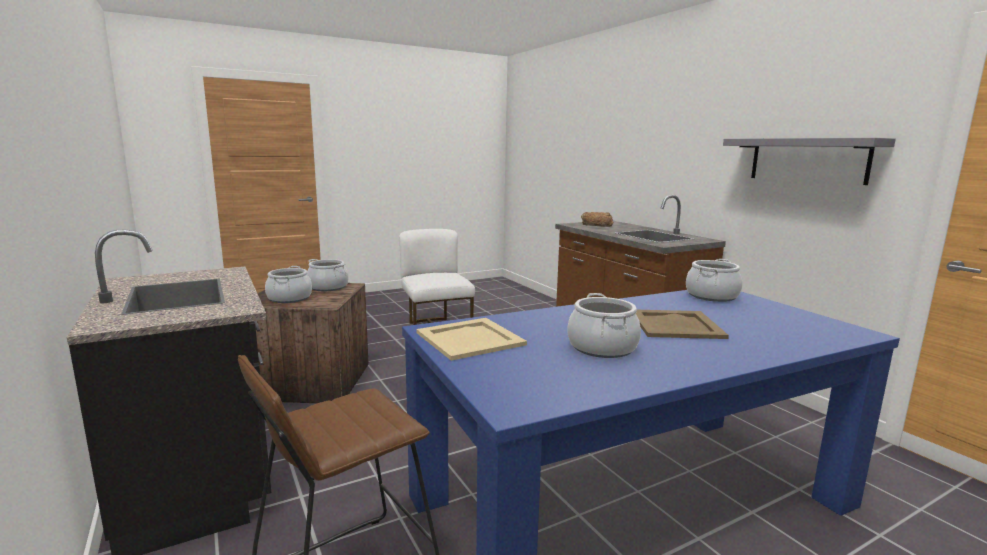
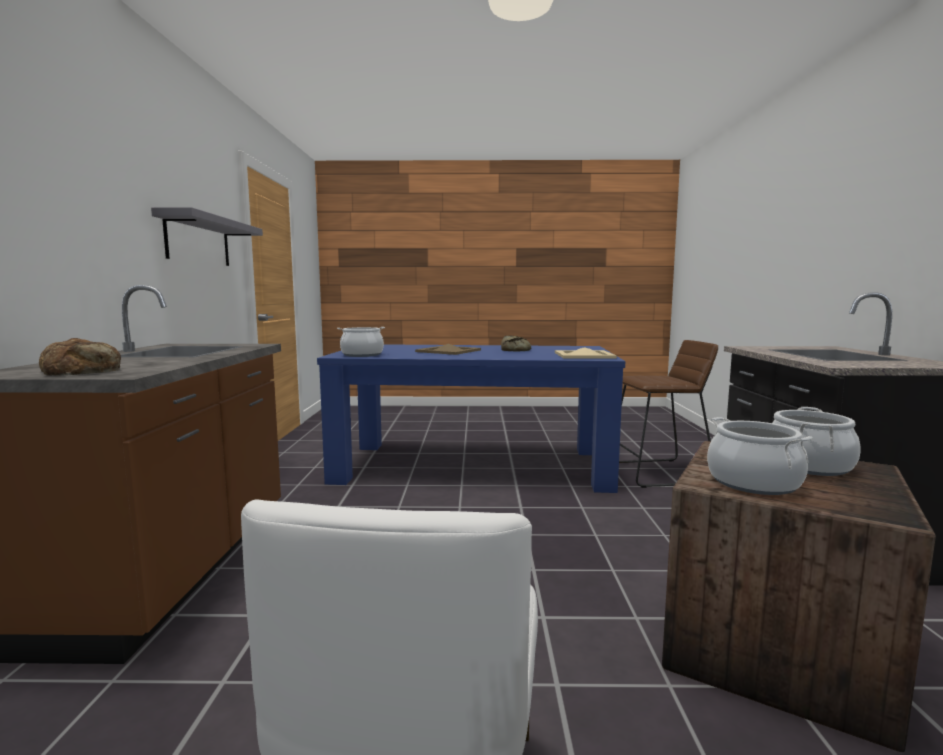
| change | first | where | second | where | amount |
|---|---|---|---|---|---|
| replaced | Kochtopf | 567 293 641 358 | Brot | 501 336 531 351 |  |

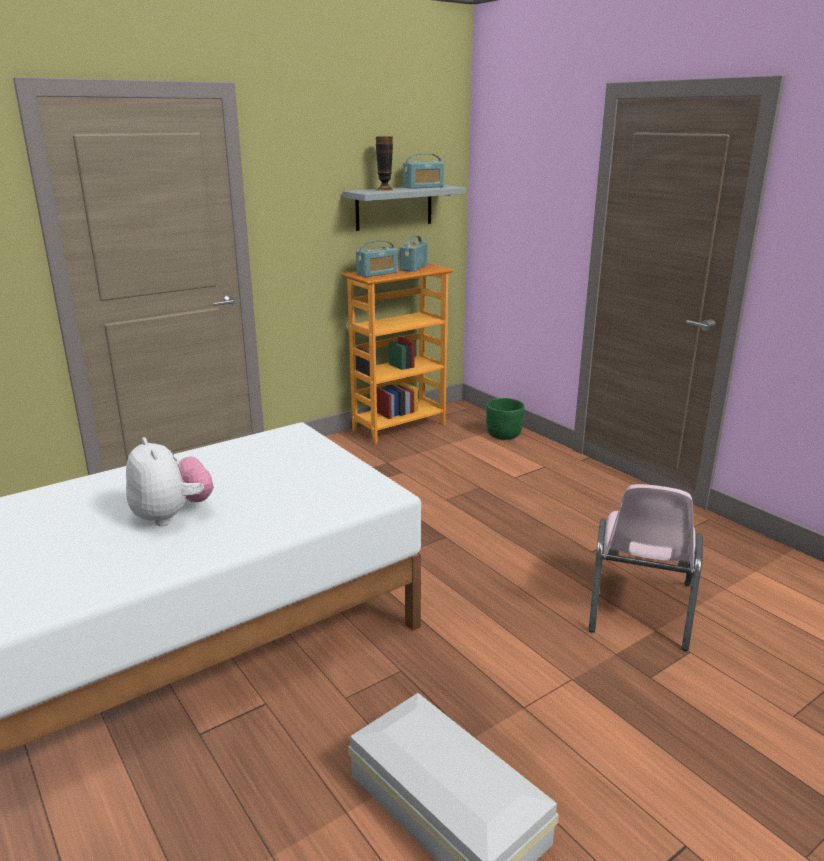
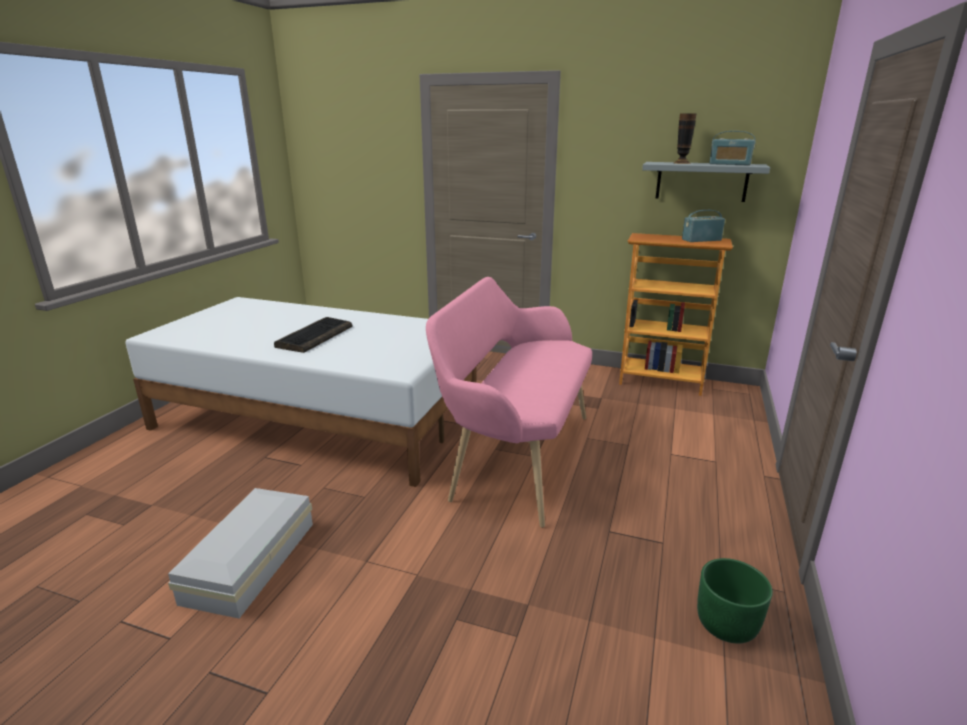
| change | first | where | second | where | amount |
|---|---|---|---|---|---|
| replaced | Plüschtier | 126 437 214 526 | Tastatur | 274 317 352 353 |  |
| added |  |  | Bank [rosa] | 426 277 592 528 |  |
| moved | Pflanzkübel [grün] | 486 398 525 440 |  | 697 558 773 644 |  |
| removed | Radio | 356 240 398 277 |  |  |  |
| removed | Stuhl [rosa] | 588 484 703 651 |  |  |  |

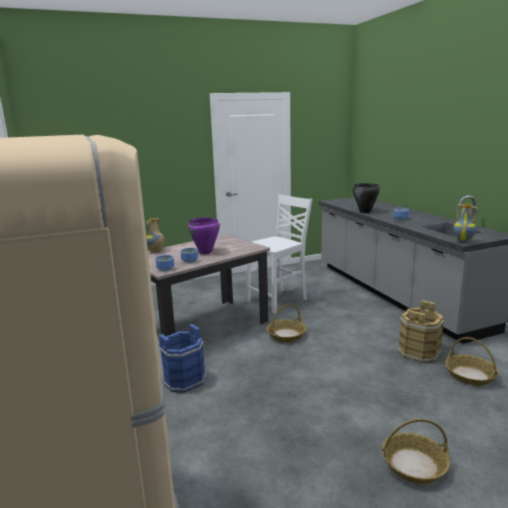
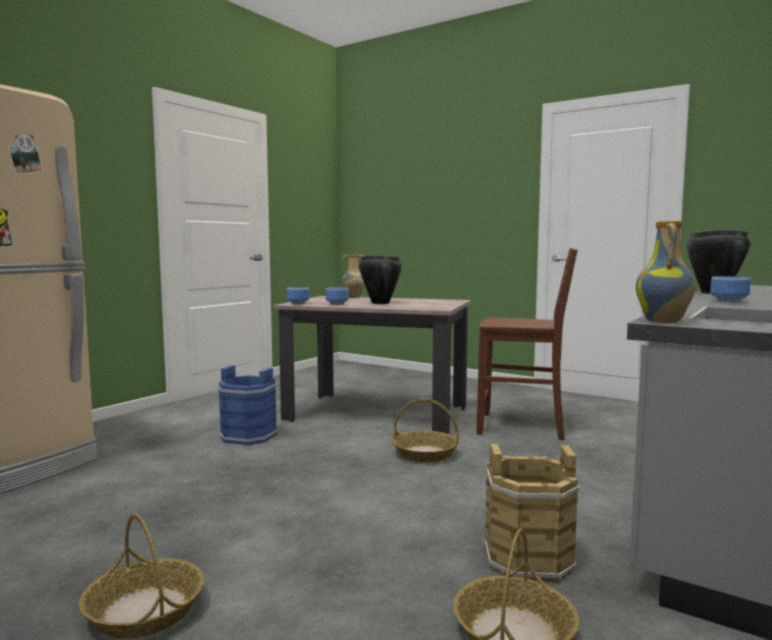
| change | first | where | second | where | amount |
|---|---|---|---|---|---|
| recoloured | Kochtopf [lila] | 188 217 220 254 | Kochtopf [schwarz] | 359 256 402 304 |  |
| recoloured | Stuhl [weiß] | 245 194 312 314 | Stuhl [braun] | 477 248 578 440 |  |

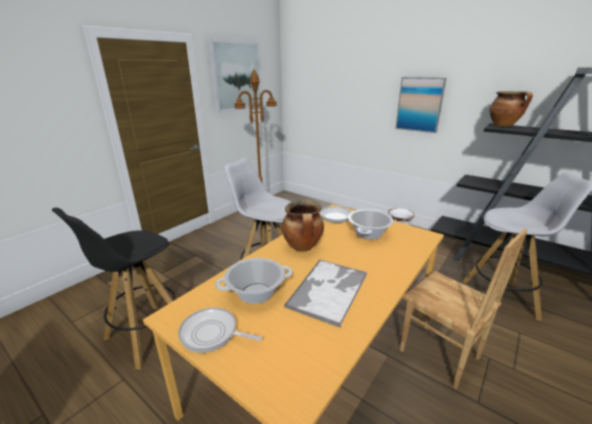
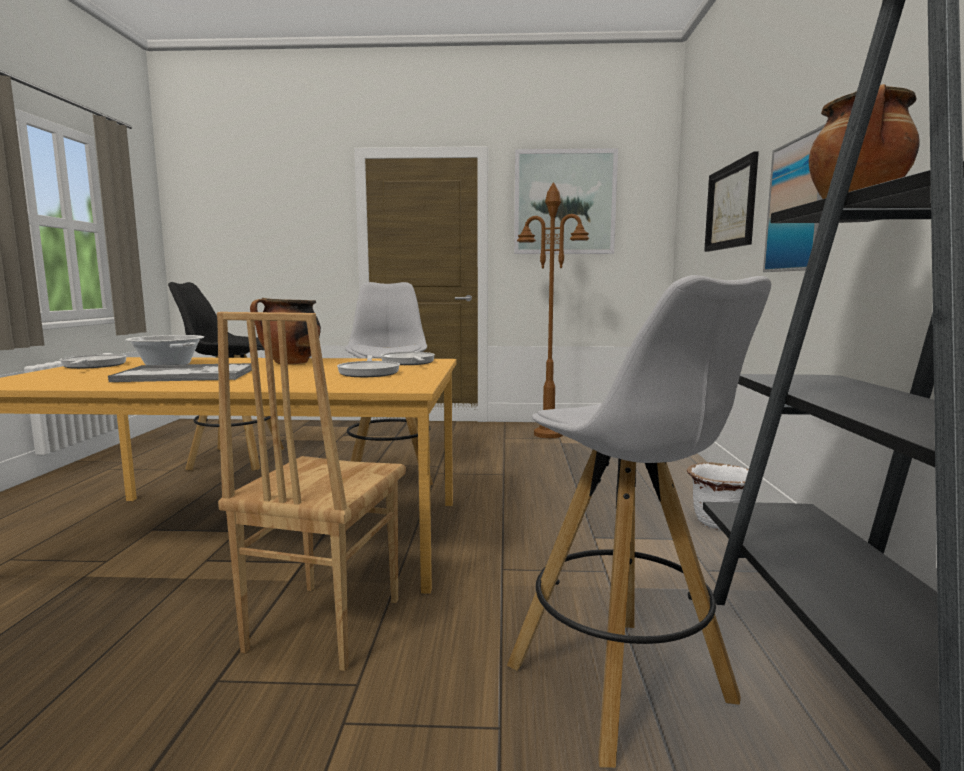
| change | first | where | second | where | amount |
|---|---|---|---|---|---|
| replaced | Kochtopf | 348 209 394 239 | Pfanne | 337 355 400 377 |  |
| added |  |  | Bild | 704 151 759 252 |  |

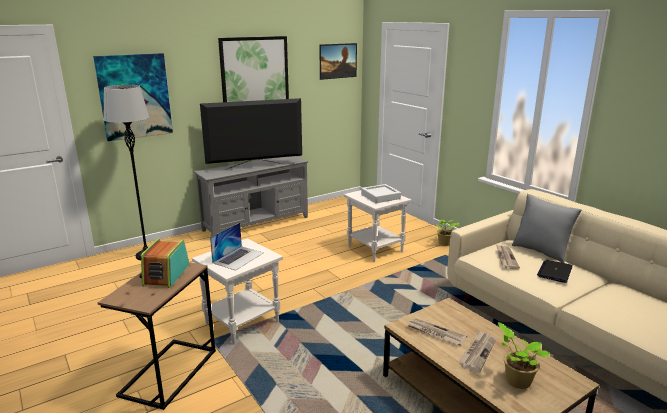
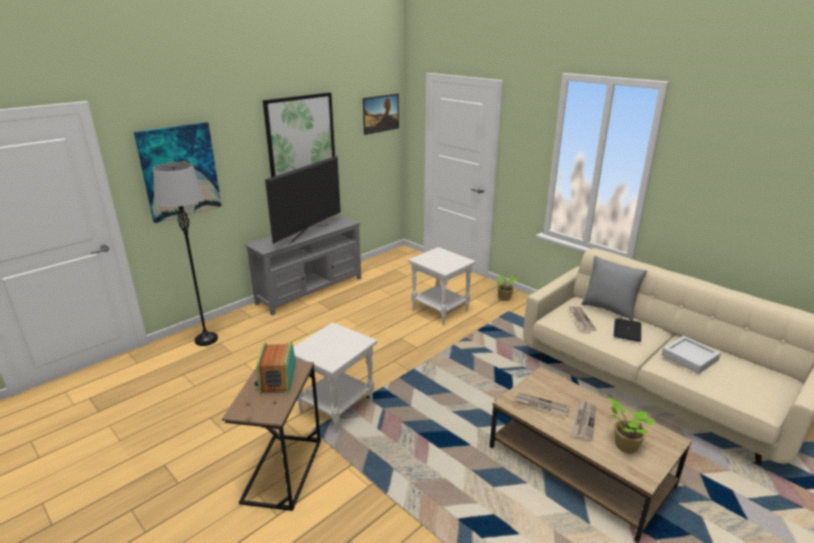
| change | first | where | second | where | amount |
|---|---|---|---|---|---|
| turned | Fernseher | 200 98 302 170 |  | 265 156 341 245 | 150 degrees clockwise |
| moved | Tablett [grau] | 361 184 401 203 |  | 661 336 721 374 |  |
| removed | Laptop | 210 223 263 271 |  |  |  |

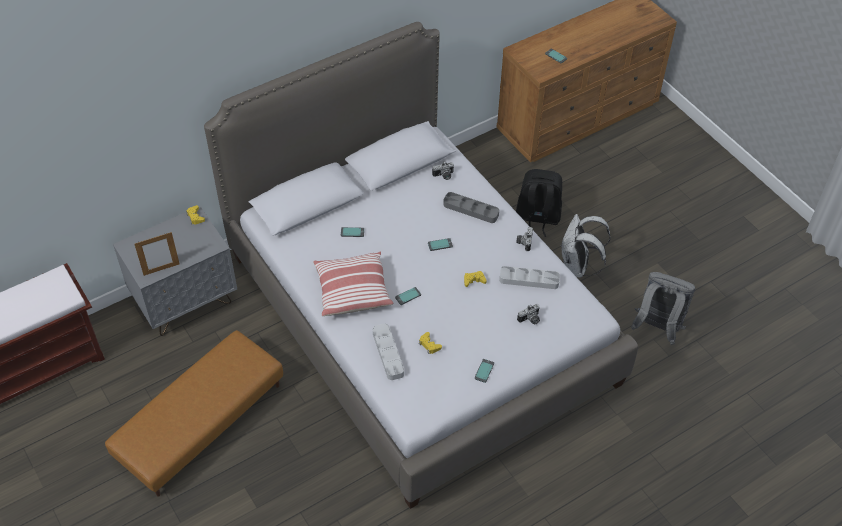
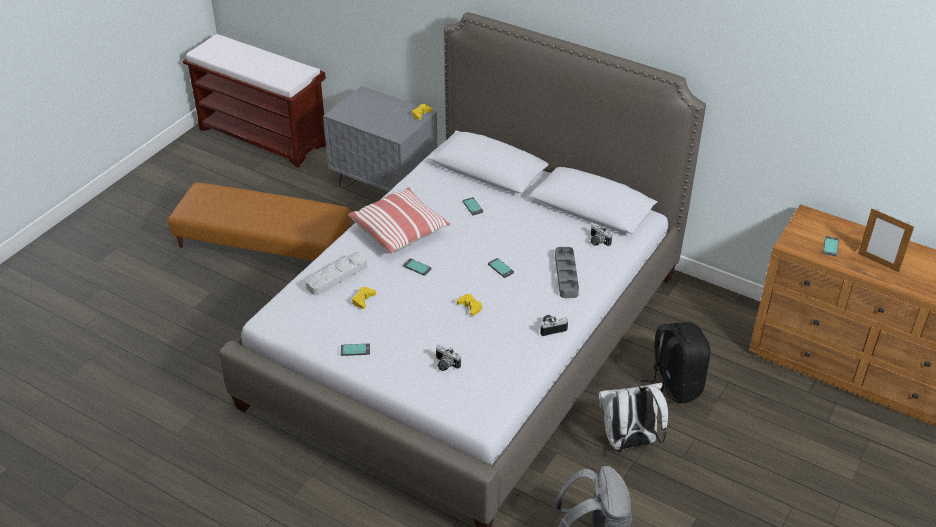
| change | first | where | second | where | amount |
|---|---|---|---|---|---|
| moved | Bilderrahmen | 135 232 180 276 |  | 858 208 914 272 |  |
| removed | Tablett [grau] | 499 266 560 289 |  |  |  |

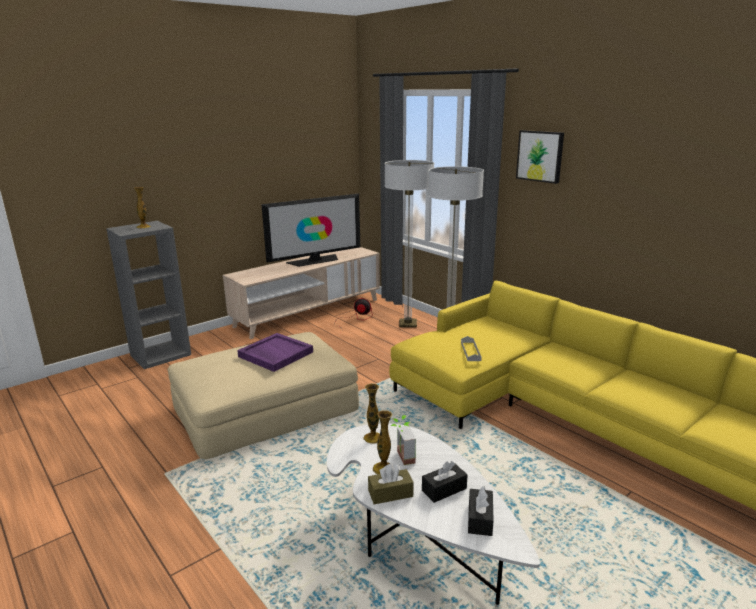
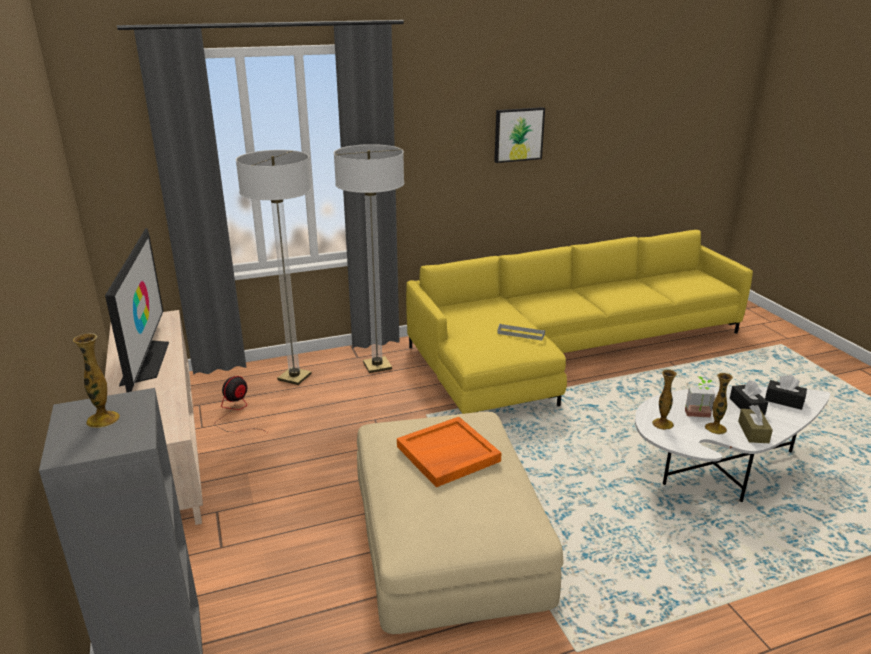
| change | first | where | second | where | amount |
|---|---|---|---|---|---|
| recoloured | Tablett [lila] | 237 333 313 372 | Tablett [orange] | 397 417 501 487 |  |
| moved | Bild | 516 130 564 184 |  | 494 107 545 163 |  |

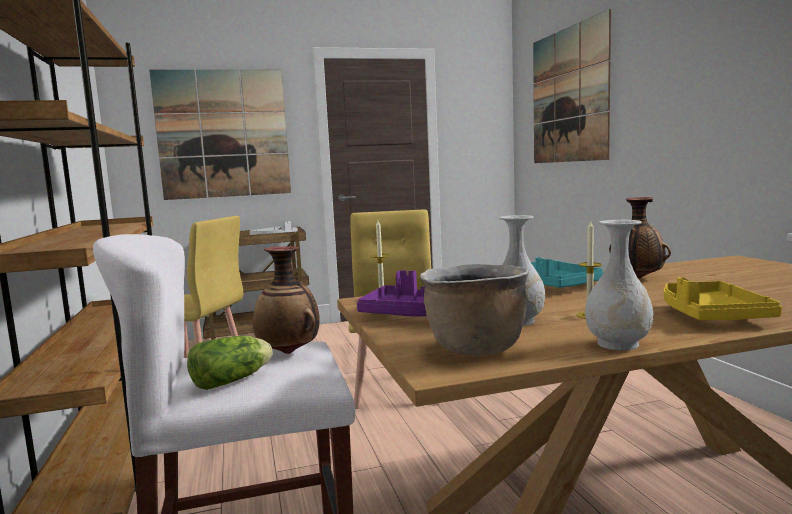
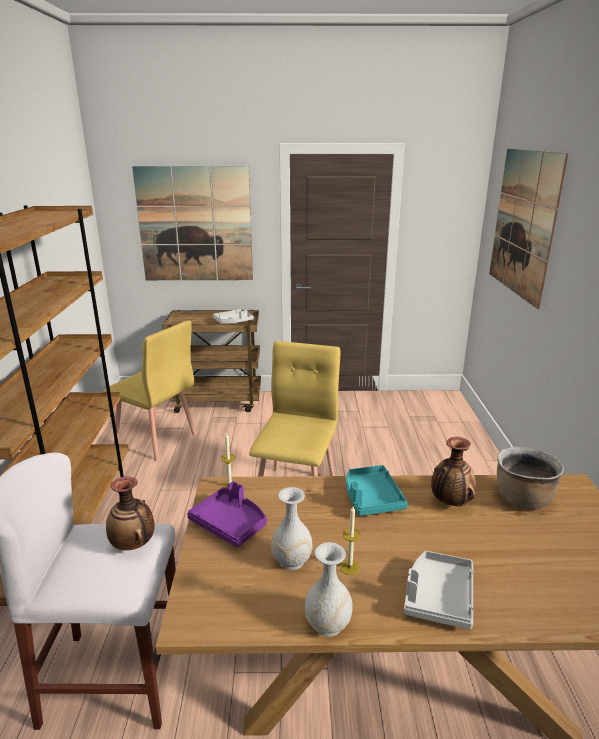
| change | first | where | second | where | amount |
|---|---|---|---|---|---|
| recoloured | Tablett [gelb] | 664 277 782 320 | Tablett [grau] | 404 551 473 629 |  |
| moved | Kochtopf [braun] | 420 264 529 356 |  | 497 447 564 510 |  |
| removed | Salatkopf | 187 336 273 390 |  |  |  |

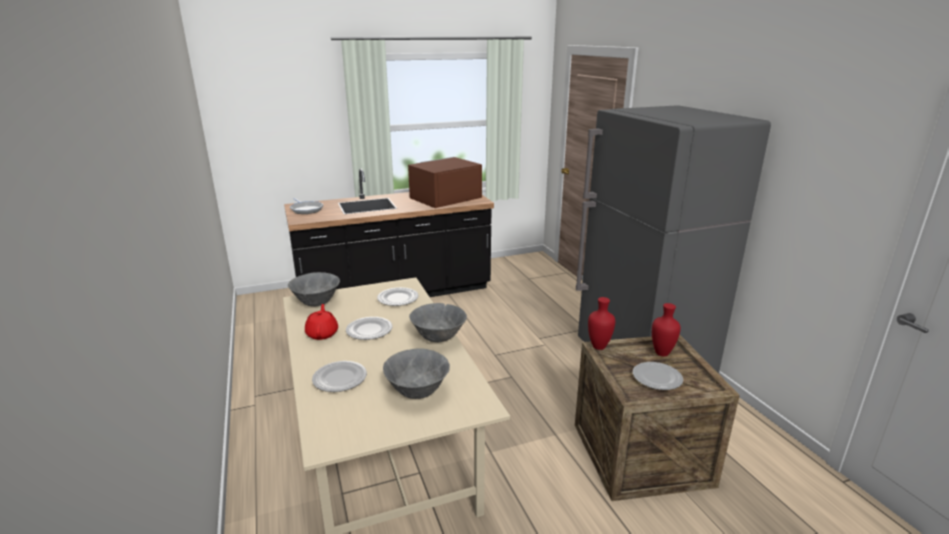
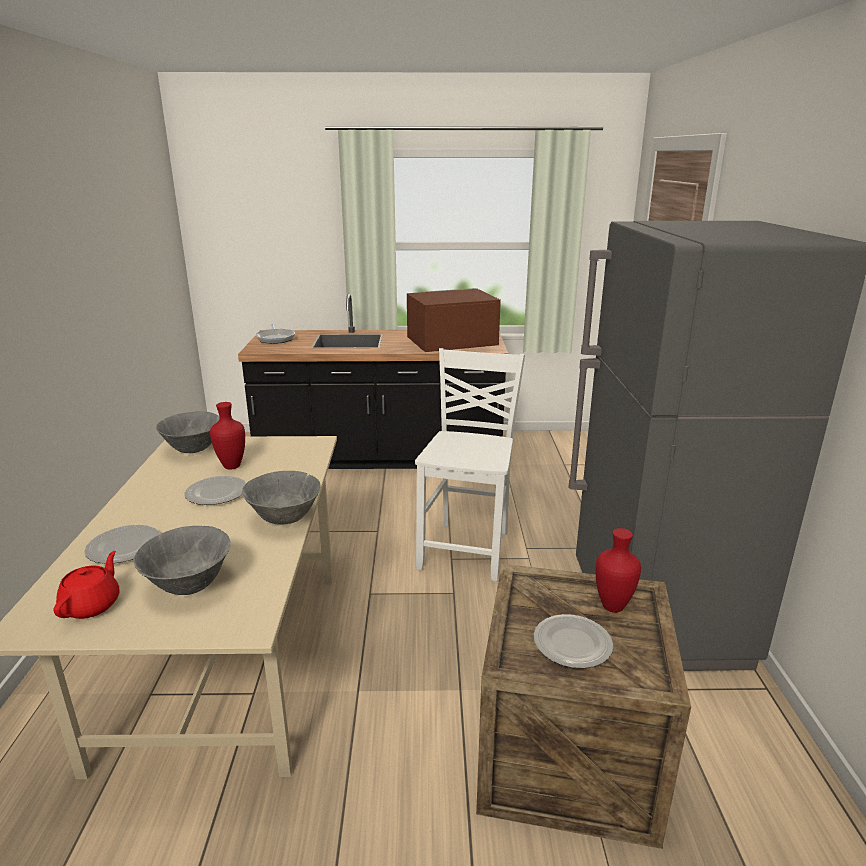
| change | first | where | second | where | amount |
|---|---|---|---|---|---|
| moved | Teekanne [rot] | 305 304 338 340 |  | 53 551 119 619 |  |
| moved | Vase [rot] | 588 297 615 350 |  | 210 402 245 469 |  |
| added |  |  | Stuhl [weiß] | 415 348 525 582 |  |
| removed | Teller | 377 287 419 306 |  |  |  |

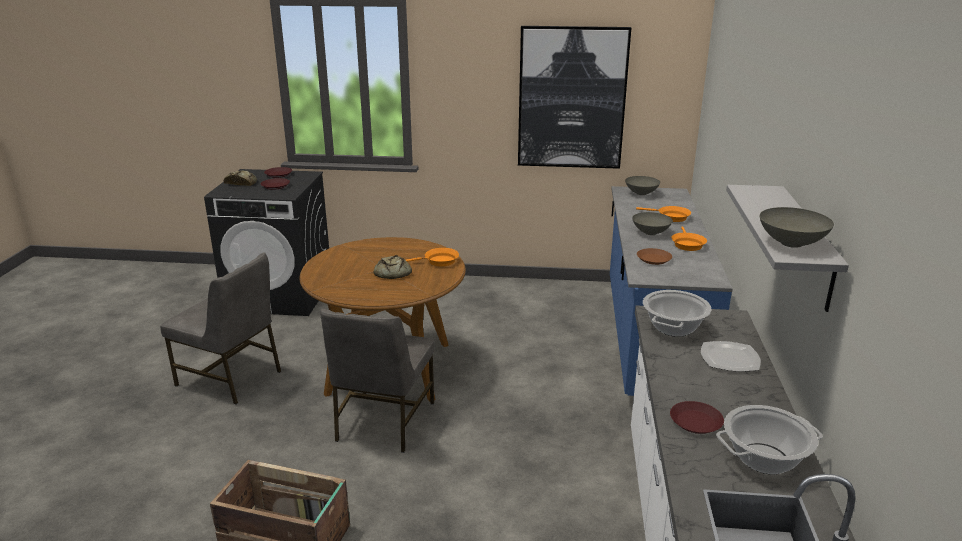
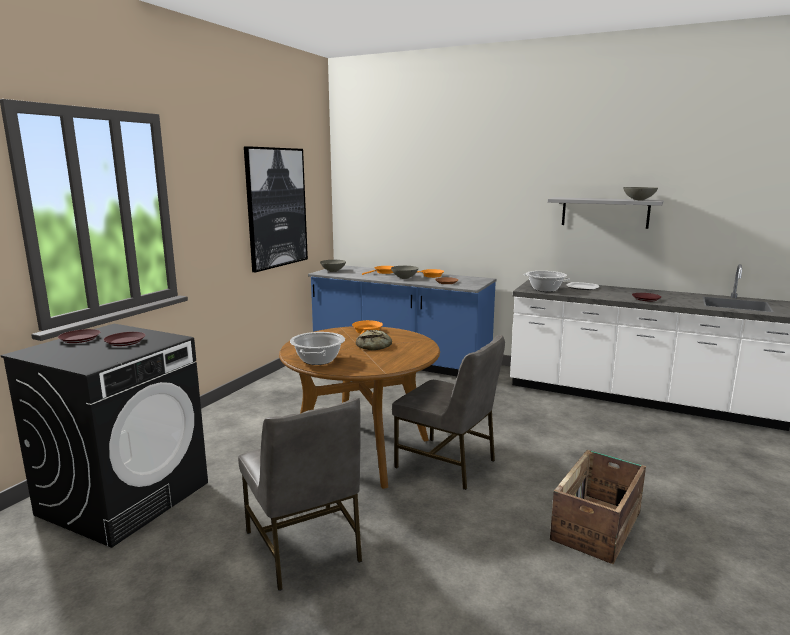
| change | first | where | second | where | amount |
|---|---|---|---|---|---|
| turned | Stuhl [grau] | 160 252 281 404 |  | 238 397 362 591 | 105 degrees clockwise |
| moved | Kochtopf | 716 405 823 474 |  | 290 332 345 365 |  |
| removed | Brot | 224 171 257 186 |  |  |  |

